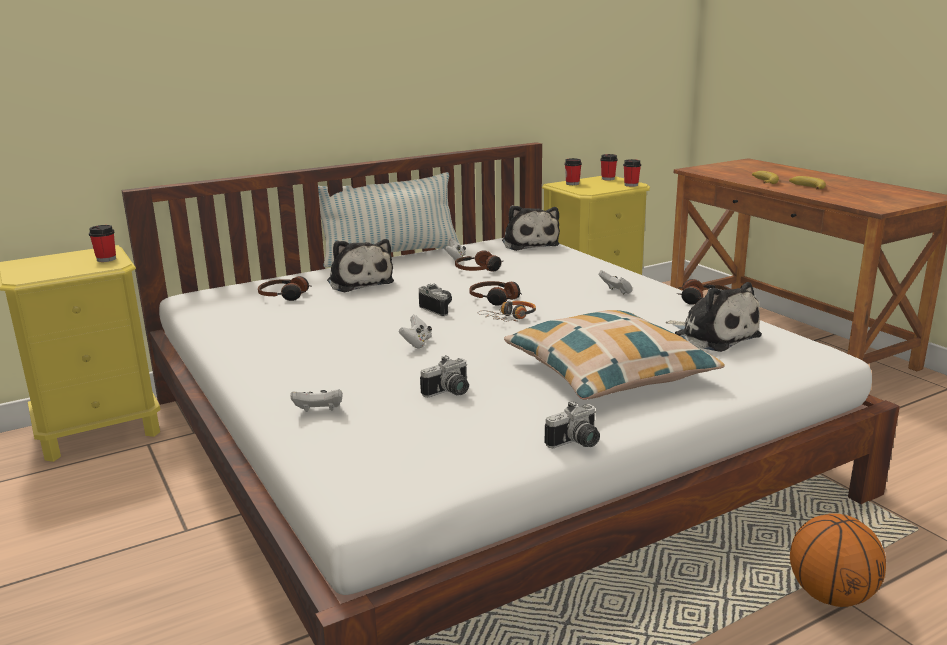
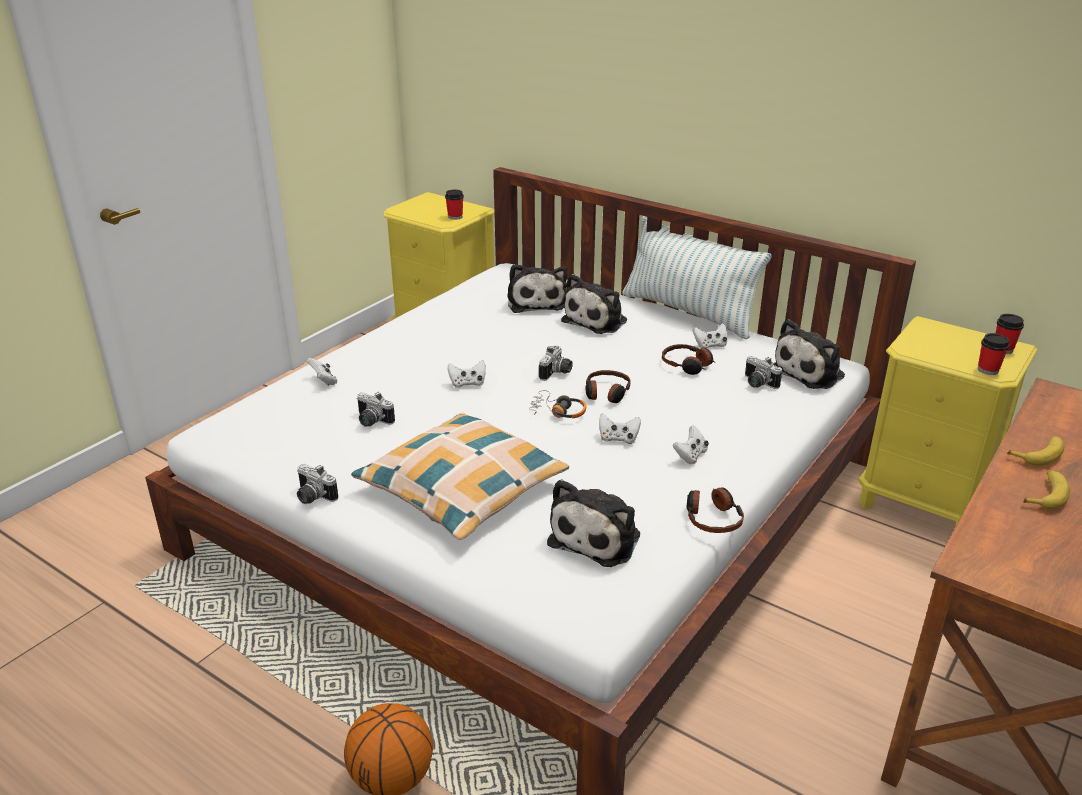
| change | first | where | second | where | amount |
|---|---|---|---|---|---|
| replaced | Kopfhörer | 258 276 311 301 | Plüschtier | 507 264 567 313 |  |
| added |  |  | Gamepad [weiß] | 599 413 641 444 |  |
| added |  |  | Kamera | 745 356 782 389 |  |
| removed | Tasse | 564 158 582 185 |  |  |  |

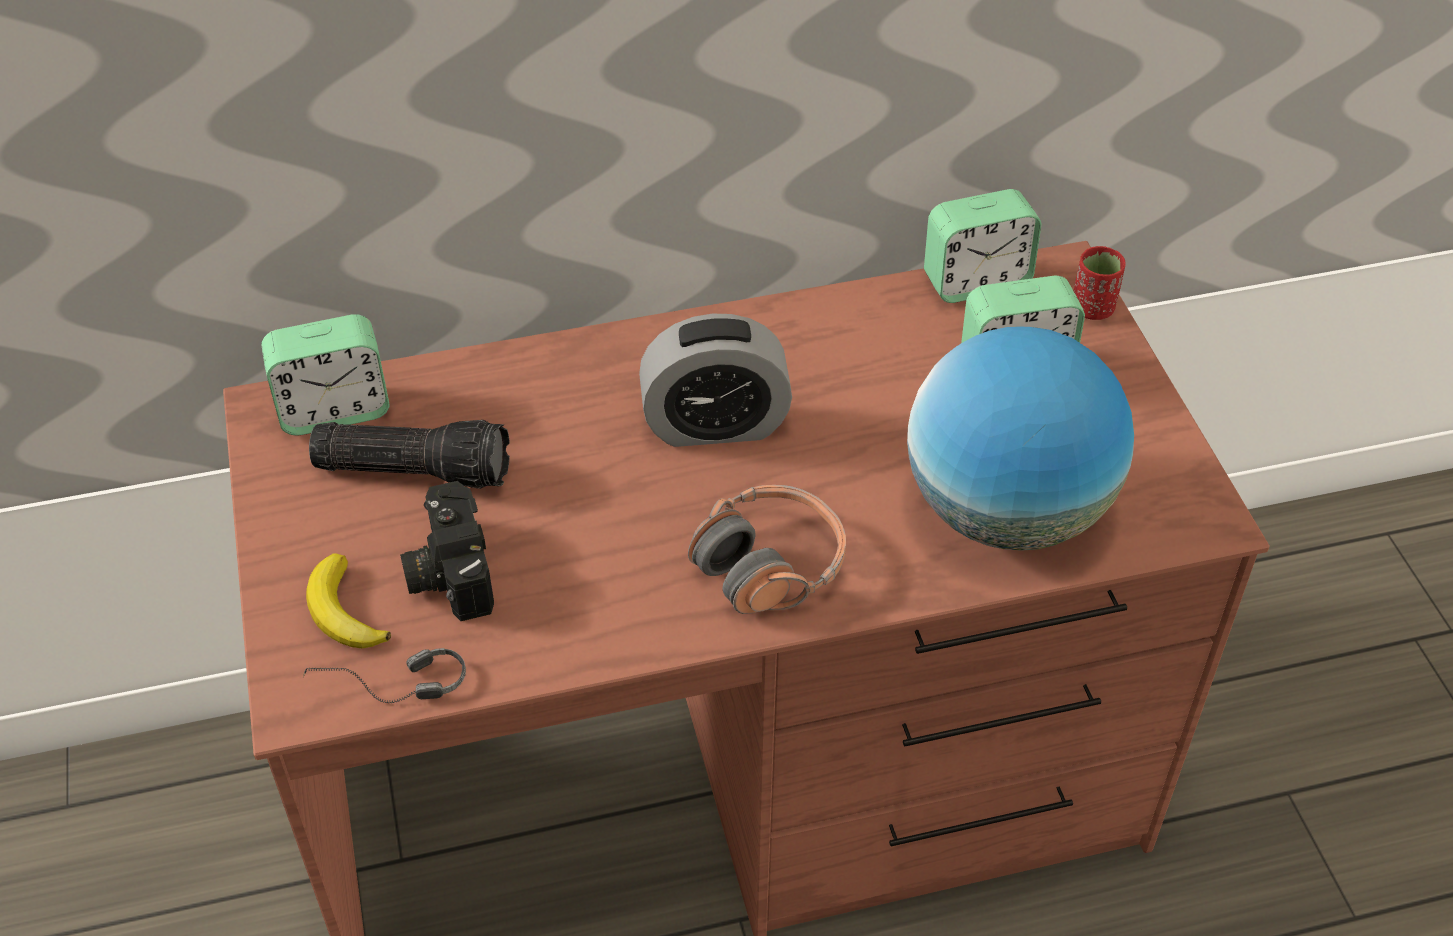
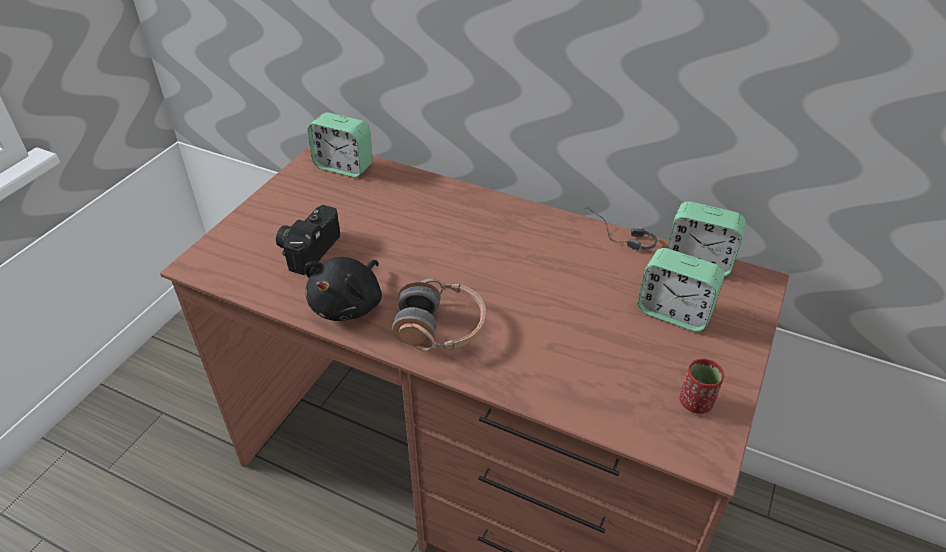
| change | first | where | second | where | amount |
|---|---|---|---|---|---|
| added |  |  | Plüschtier [schwarz] | 305 257 382 321 |  |
| moved | Kopfhörer | 303 648 466 703 |  | 584 207 657 250 |  |
| moved | Tasse [rot] | 1074 246 1126 320 |  | 680 359 724 414 |  |
| removed | Banane | 306 553 391 649 |  |  |  |
| removed | Taschenlampe | 309 420 510 489 |  |  |  |
| removed | Wecker | 639 314 792 447 |  |  |  |
| removed | Globus | 907 326 1134 551 |  |  |  |

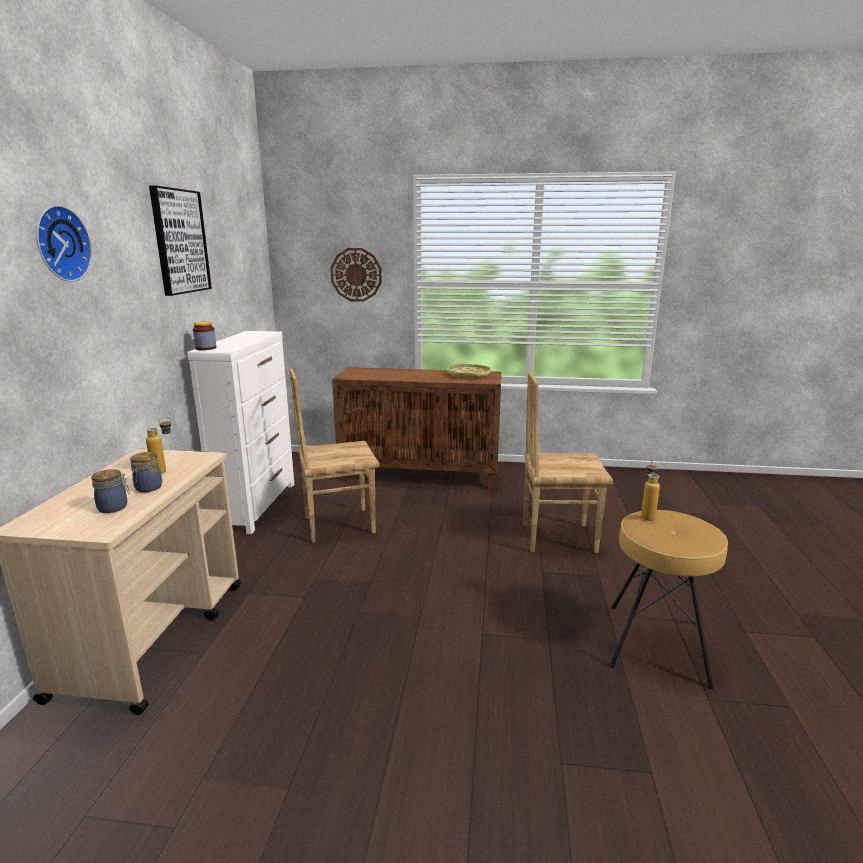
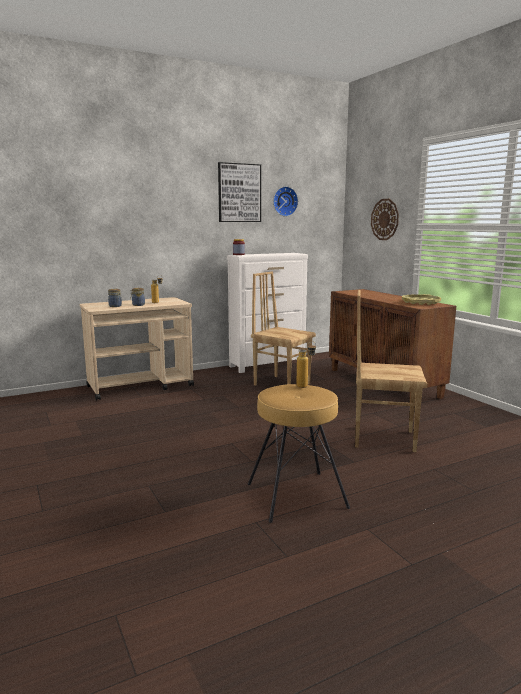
| change | first | where | second | where | amount |
|---|---|---|---|---|---|
| moved | Wanduhr | 36 205 92 282 |  | 273 186 298 217 |  |
| turned | Stuhl [braun] | 523 371 613 553 |  | 355 290 427 452 | 45 degrees counterclockwise |

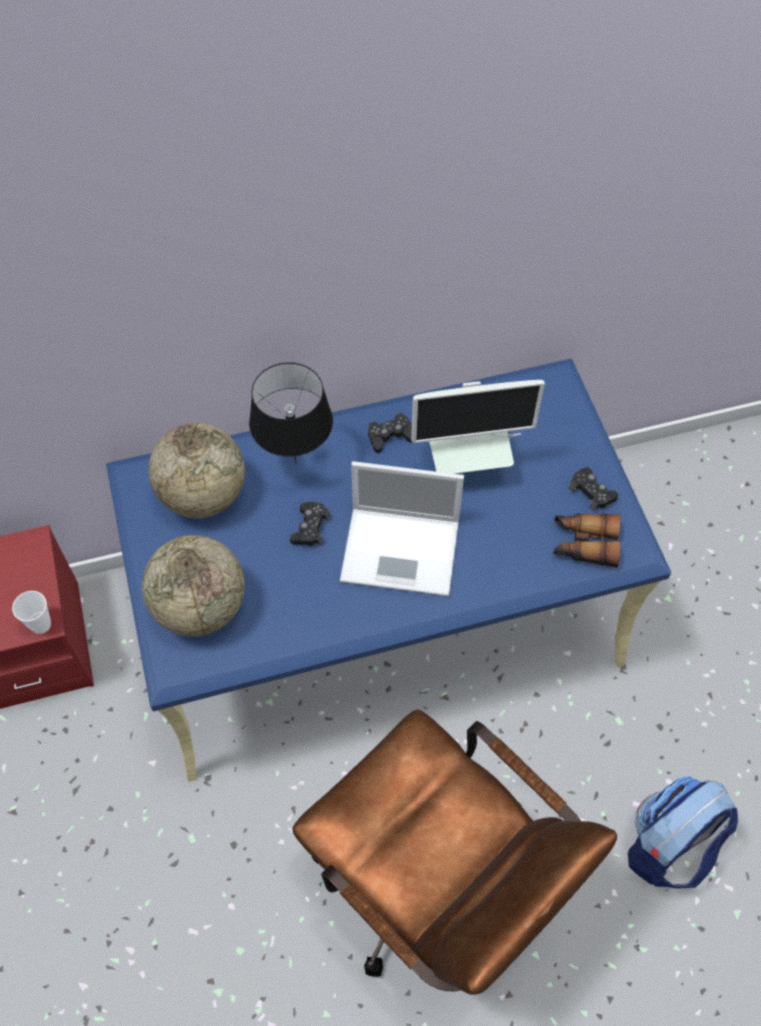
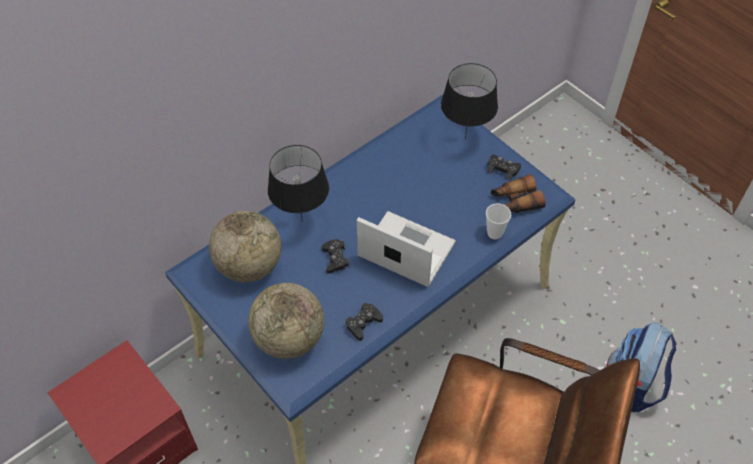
| change | first | where | second | where | amount |
|---|---|---|---|---|---|
| moved | Gamepad [schwarz] | 368 413 412 453 |  | 346 303 383 341 |  |
| turned | Laptop | 340 461 464 596 |  | 357 211 456 287 | 135 degrees counterclockwise |
| added |  |  | Tischlampe [schwarz] | 441 63 498 140 |  |
| moved | Tasse | 12 591 51 634 |  | 486 204 511 239 |  |
| removed | Monitor | 411 380 545 474 |  |  |  |

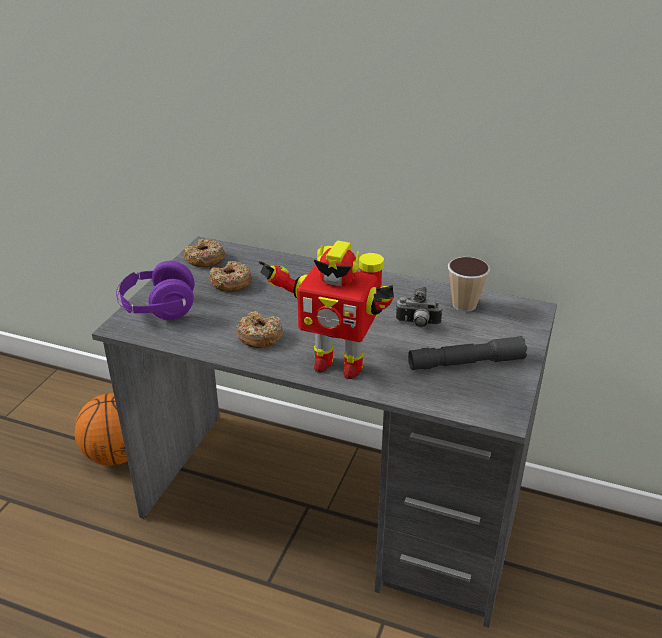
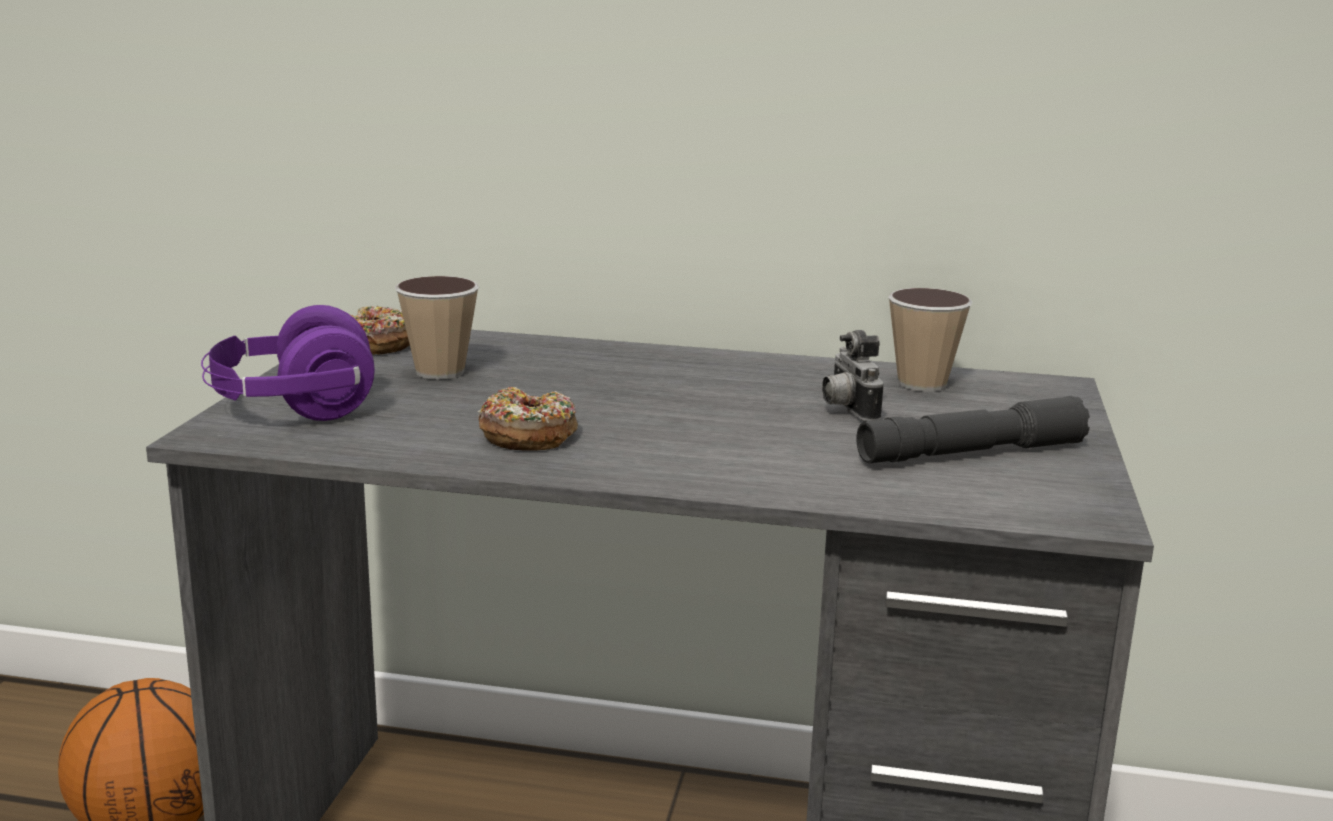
| change | first | where | second | where | amount |
|---|---|---|---|---|---|
| replaced | Donut | 209 261 252 292 | Tasse | 395 276 479 380 |  |
| turned | Kamera | 396 287 442 328 |  | 822 330 884 422 | 75 degrees clockwise |
| removed | Spielzeugroboter | 258 241 394 379 |  |  |  |

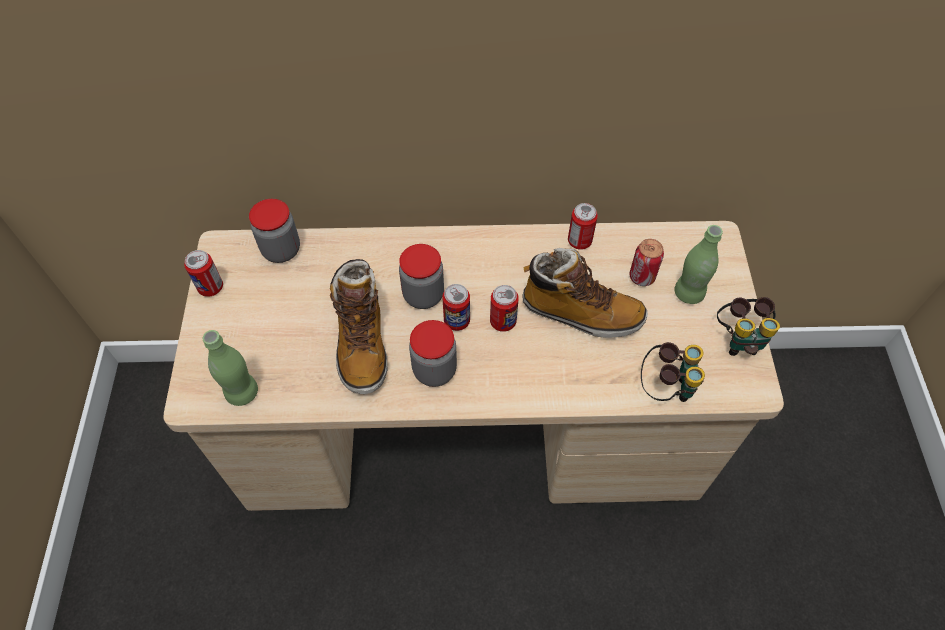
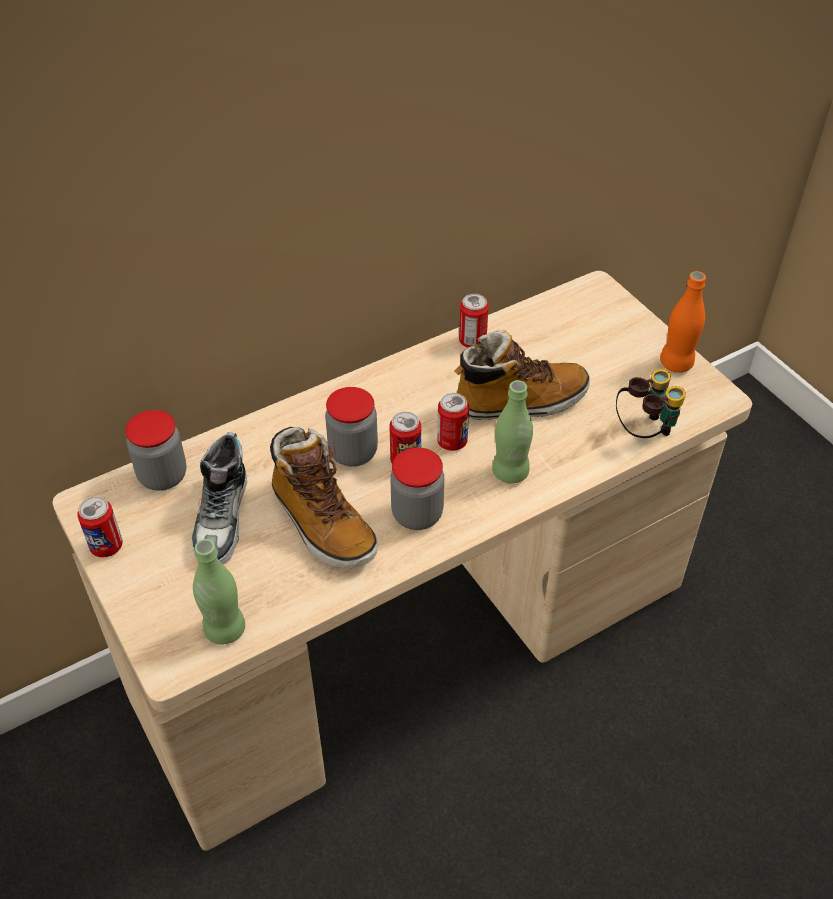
| change | first | where | second | where | amount |
|---|---|---|---|---|---|
| added |  |  | Schuh | 192 432 247 565 |  |
| moved | Flasche [grün] | 675 225 723 304 |  | 492 380 533 484 |  |
| replaced | Fernglas | 717 297 780 356 | Flasche [orange] | 660 271 706 373 |  |
| removed | Dose | 629 239 664 286 |  |  |  |

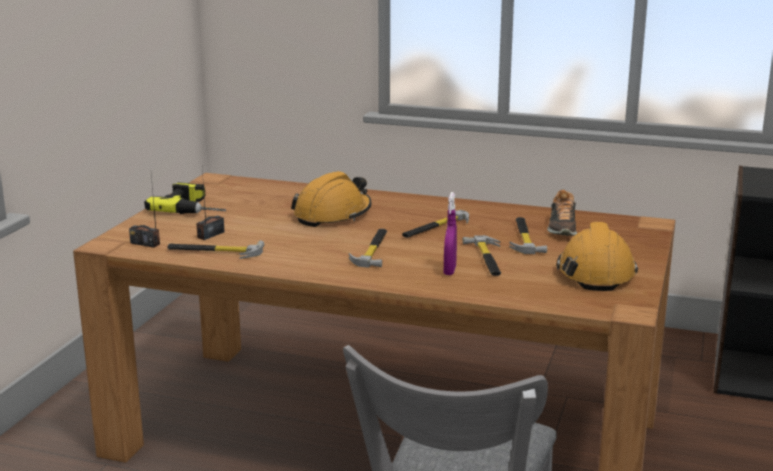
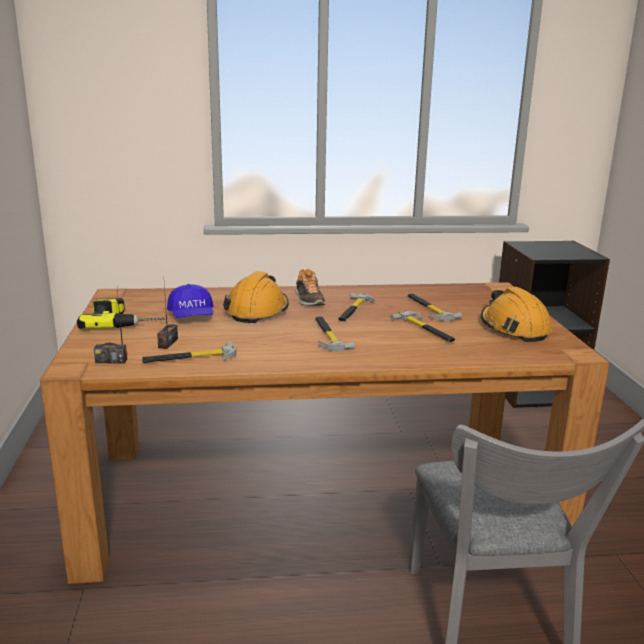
| change | first | where | second | where | amount |
|---|---|---|---|---|---|
| added |  |  | Kappe [blau] | 167 284 213 318 |  |
| moved | Schuh | 547 189 577 236 |  | 295 269 326 306 |  |
| removed | Sprühflasche [lila] | 444 192 457 275 |  |  |  |

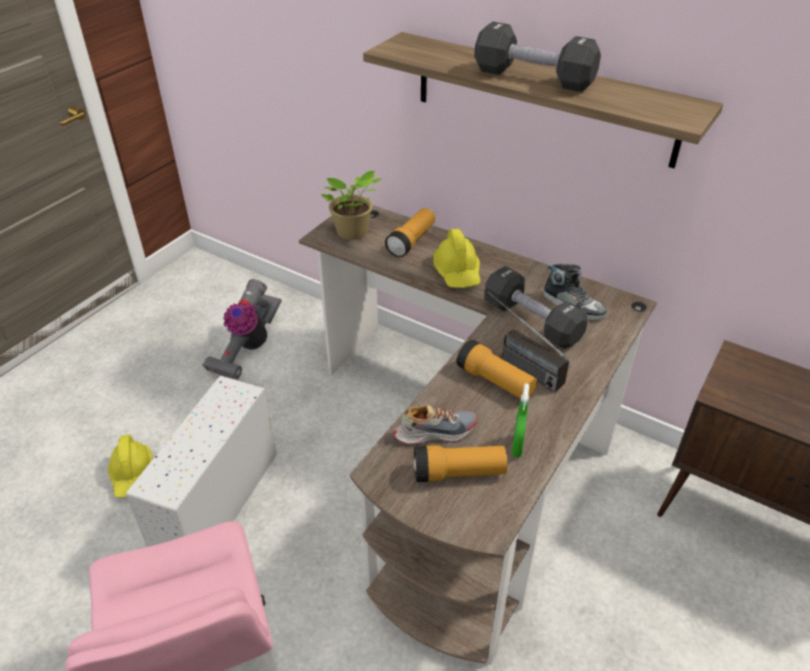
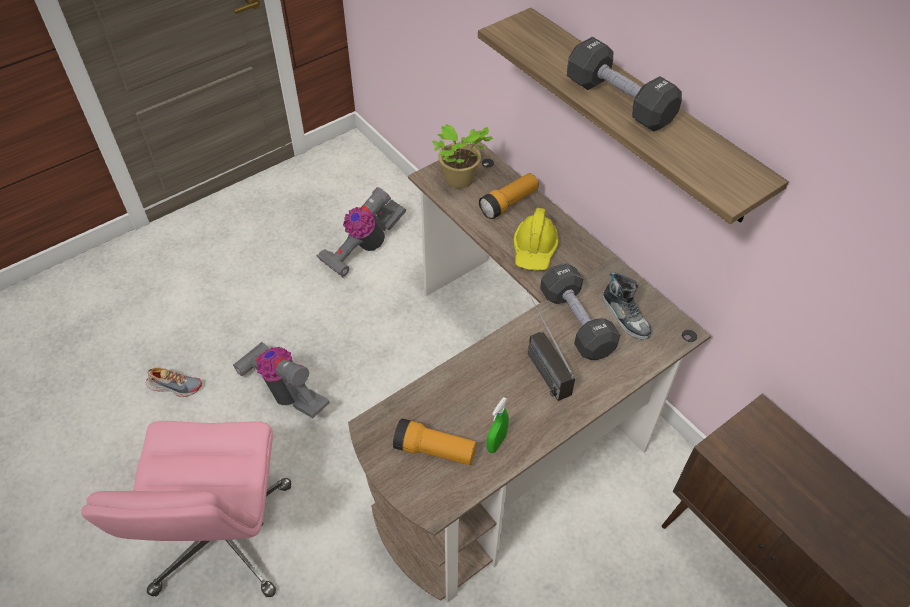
| change | first | where | second | where | amount |
|---|---|---|---|---|---|
| moved | Schuh | 393 405 477 445 |  | 146 367 202 397 |  |
| replaced | Aufbewahrungsbox [weiß] | 126 376 277 547 | Staubsauger | 233 342 330 418 |  |
| removed | Schutzhelm [gelb] | 108 435 153 498 |  |  |  |
| removed | Taschenlampe | 457 340 537 399 |  |  |  |

